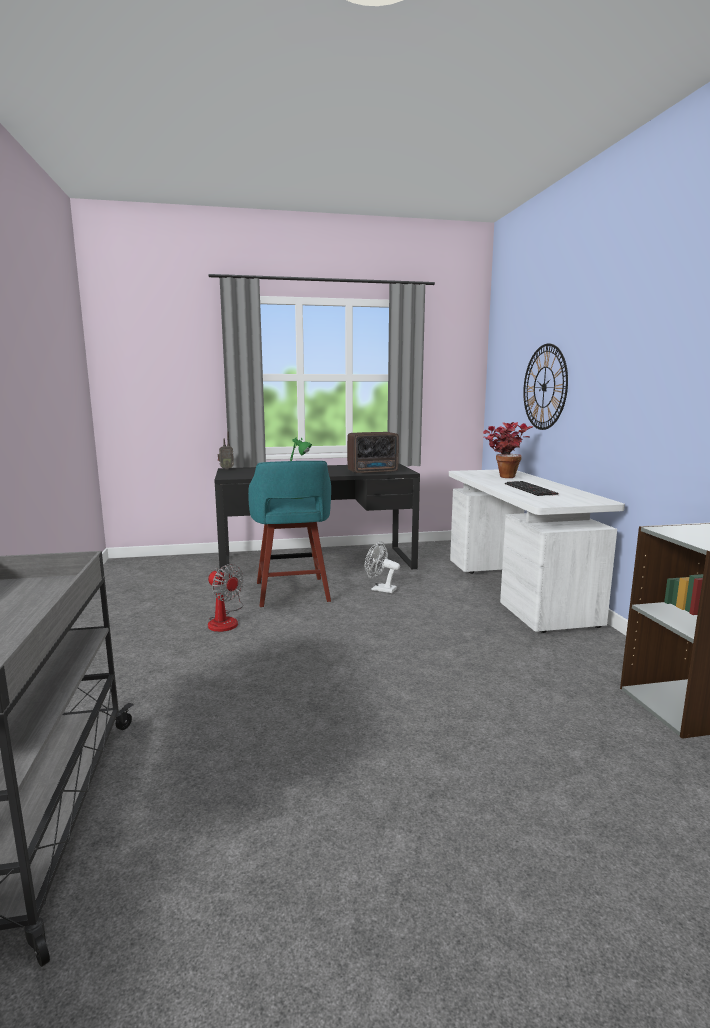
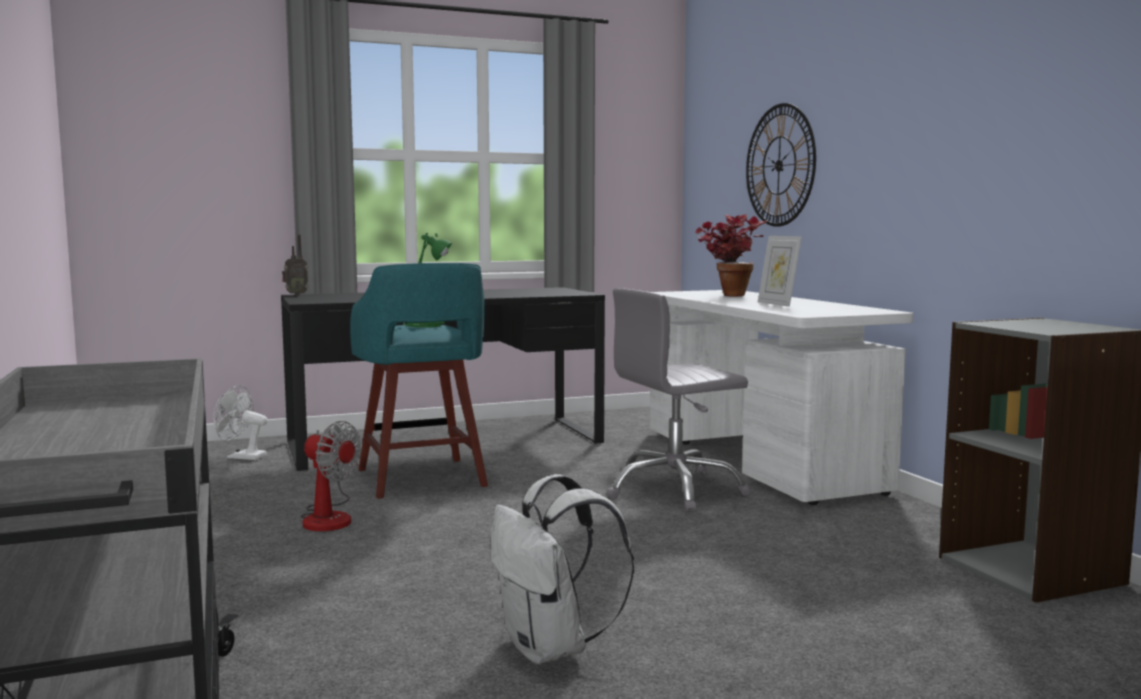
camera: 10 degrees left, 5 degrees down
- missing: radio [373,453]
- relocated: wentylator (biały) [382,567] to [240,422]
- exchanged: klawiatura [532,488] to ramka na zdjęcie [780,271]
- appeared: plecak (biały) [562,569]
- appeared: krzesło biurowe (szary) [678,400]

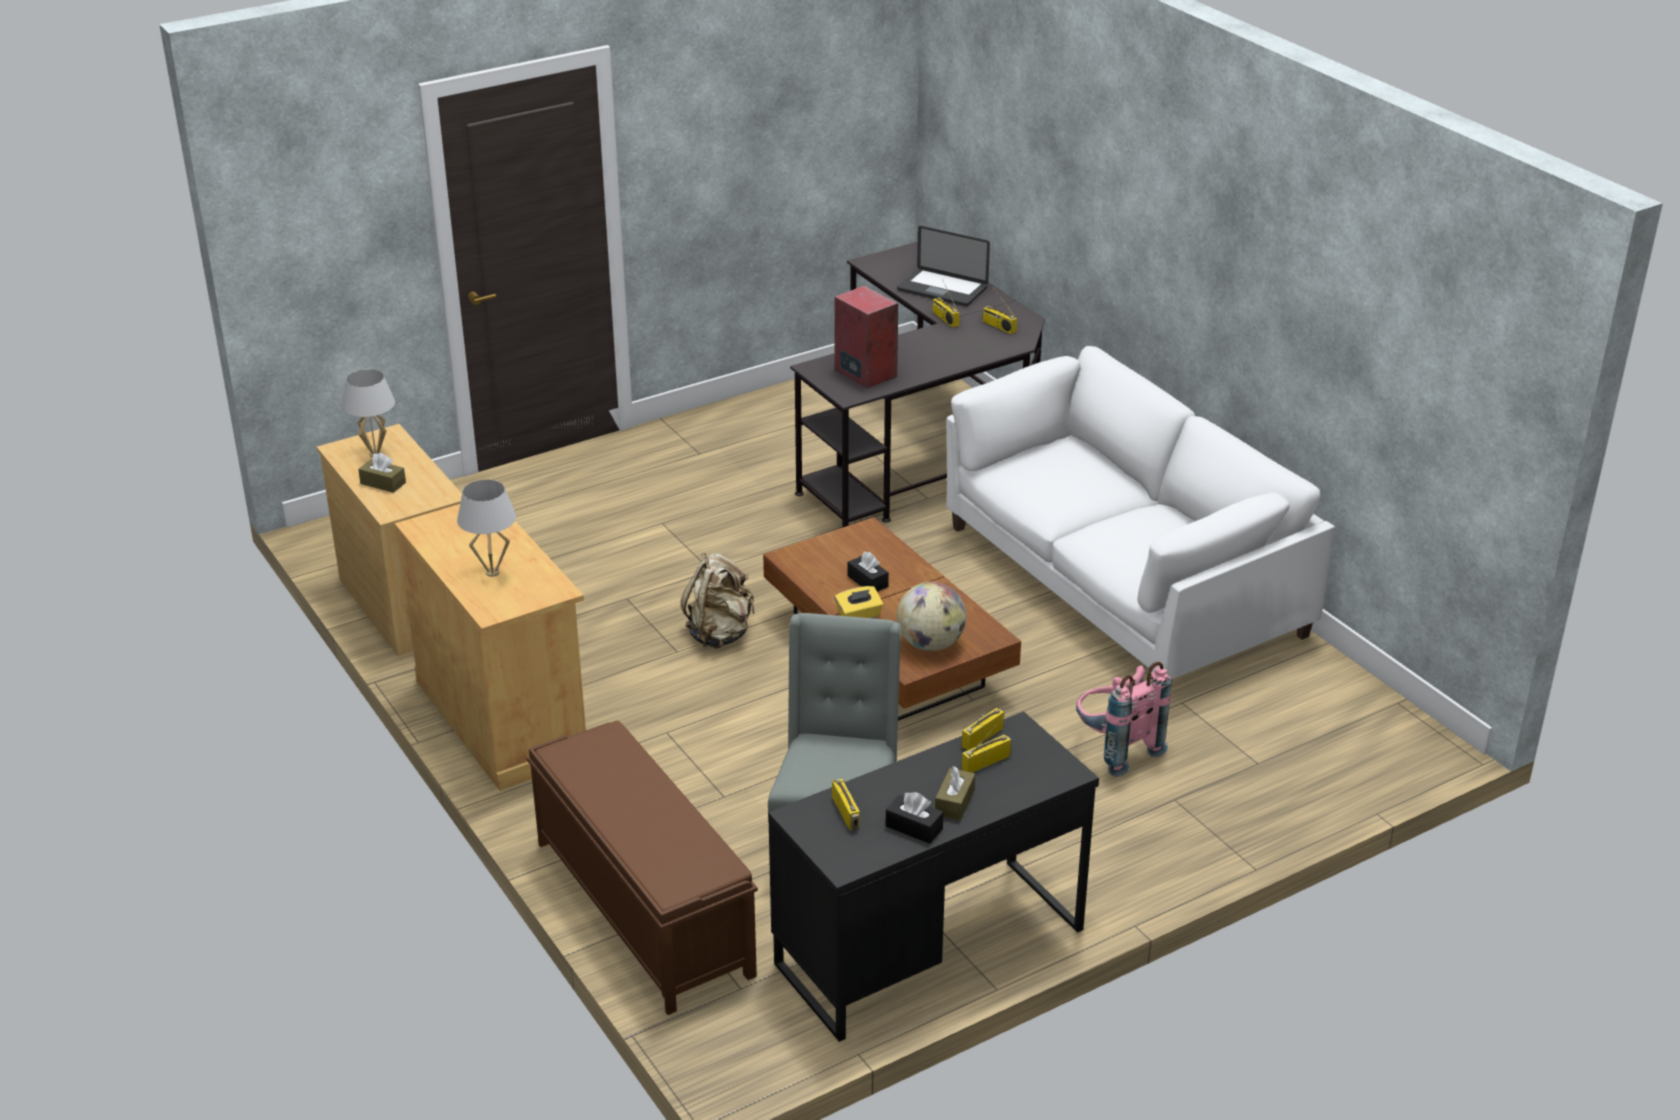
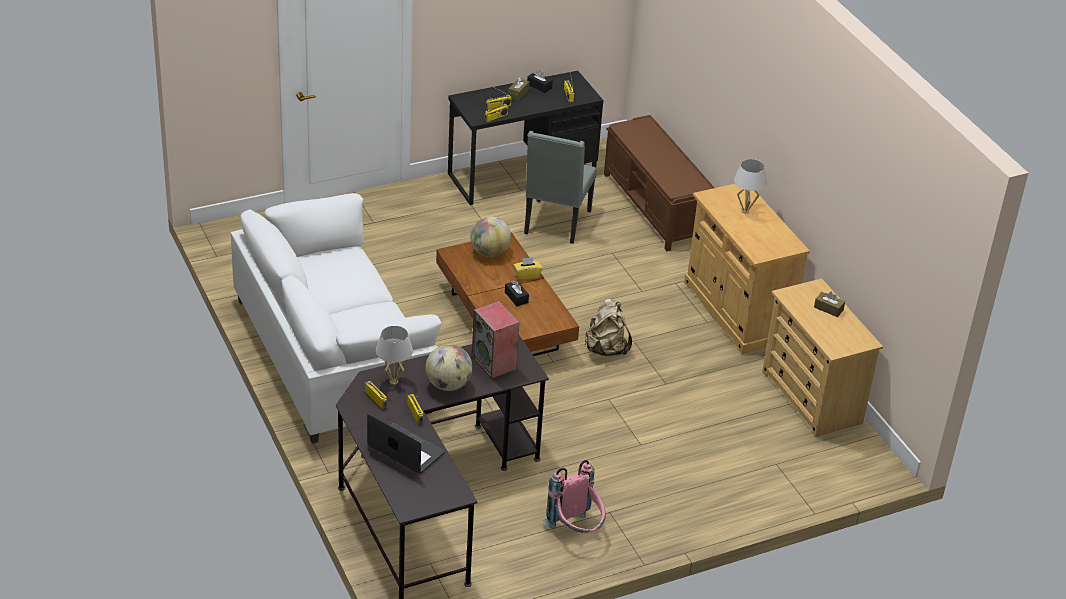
camera: 175 degrees left, 5 degrees up
- relocated: lampa stołowa (biały) [368,413] to [394,355]
- relocated: plecak (różowy) [1124,719] to [574,496]
- appeared: globus [449,367]

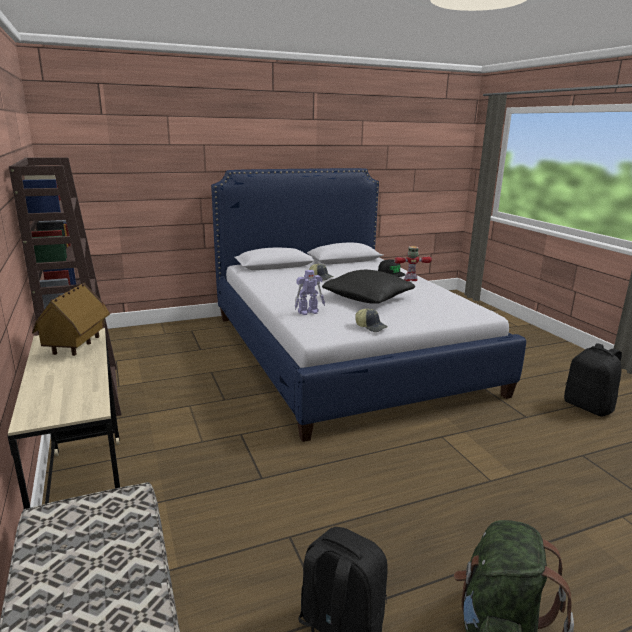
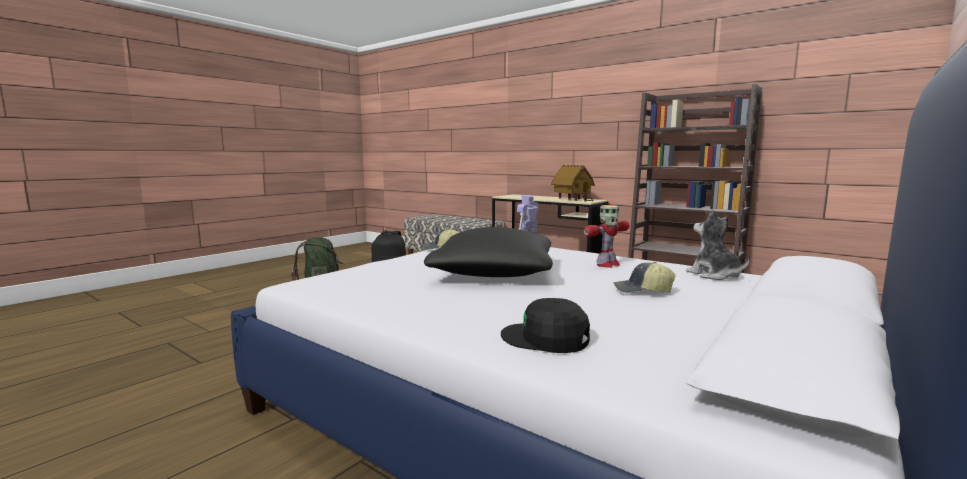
camera: 150 degrees right, 10 degrees down
- relocated: robot zabawkowy [413,263] to [606,236]
- missing: plecak (czarny) [593,379]
- appeared: pluszak [718,244]

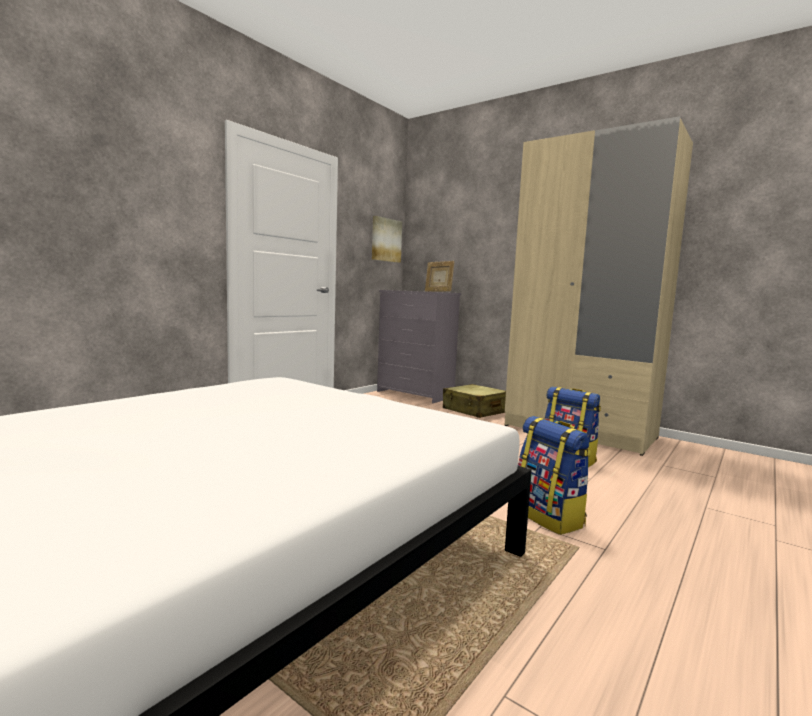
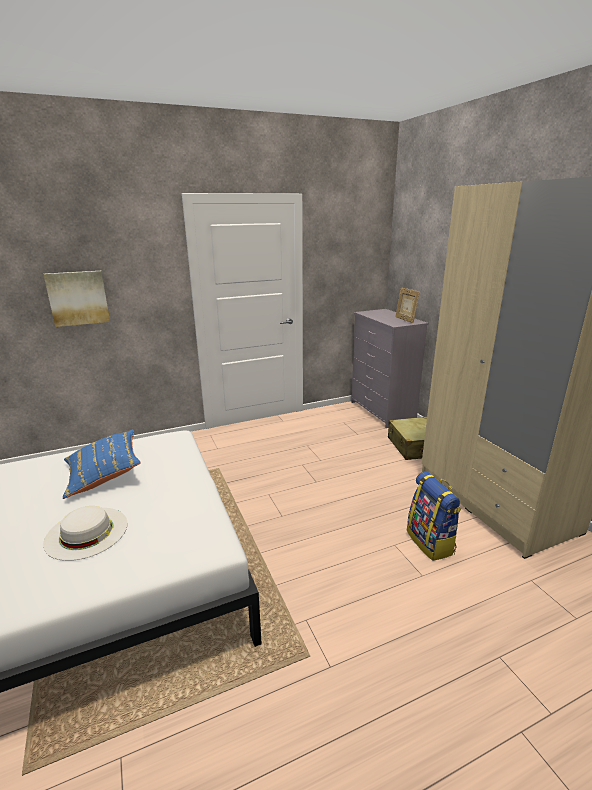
camera: 30 degrees right, 15 degrees up
- relocated: obraz [387,239] to [76,299]
- missing: plecak [554,475]
- appeared: kapelusz (biały) [85,533]
- appeared: poduszka (niebieski) [102,464]

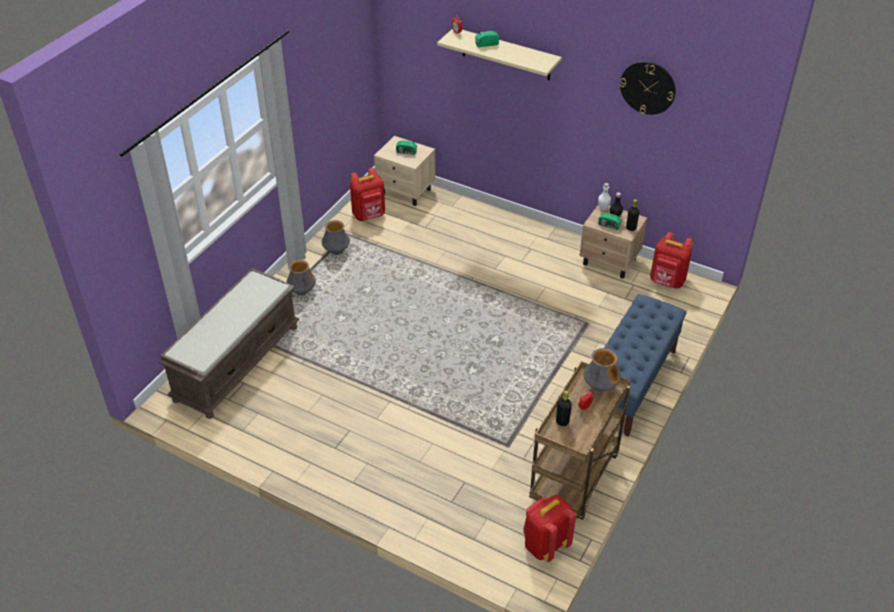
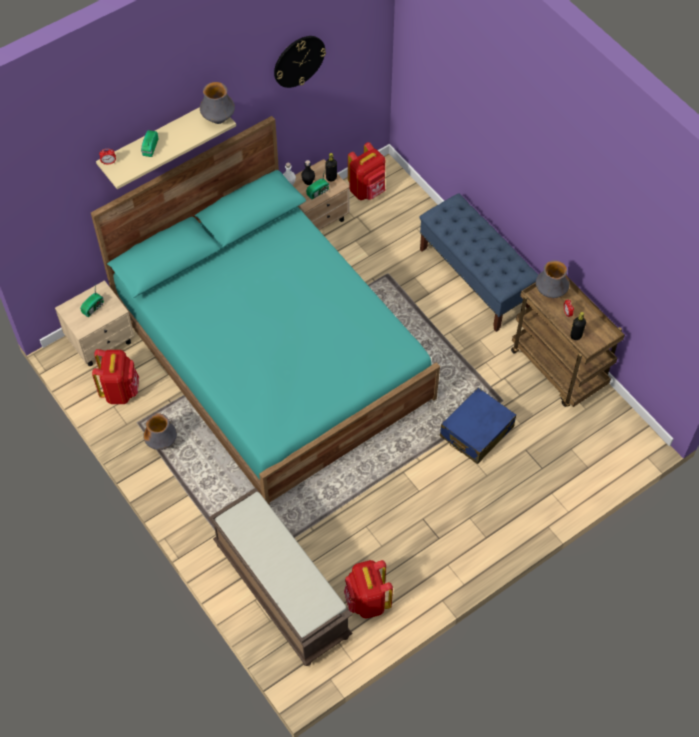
camera: 65 degrees left, 15 degrees up
- relocated: wazon [301,278] to [217,103]
- relocated: plecak (czerwony) [549,528] to [368,589]
- appeared: łóżko (turkusowy) [265,311]
- appeared: walizka (niebieski) [478,426]

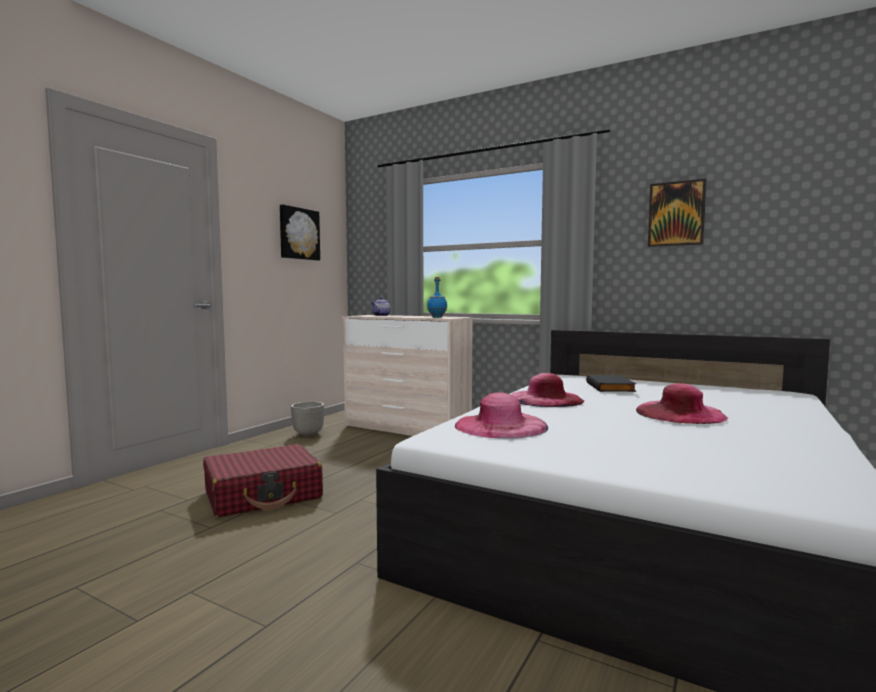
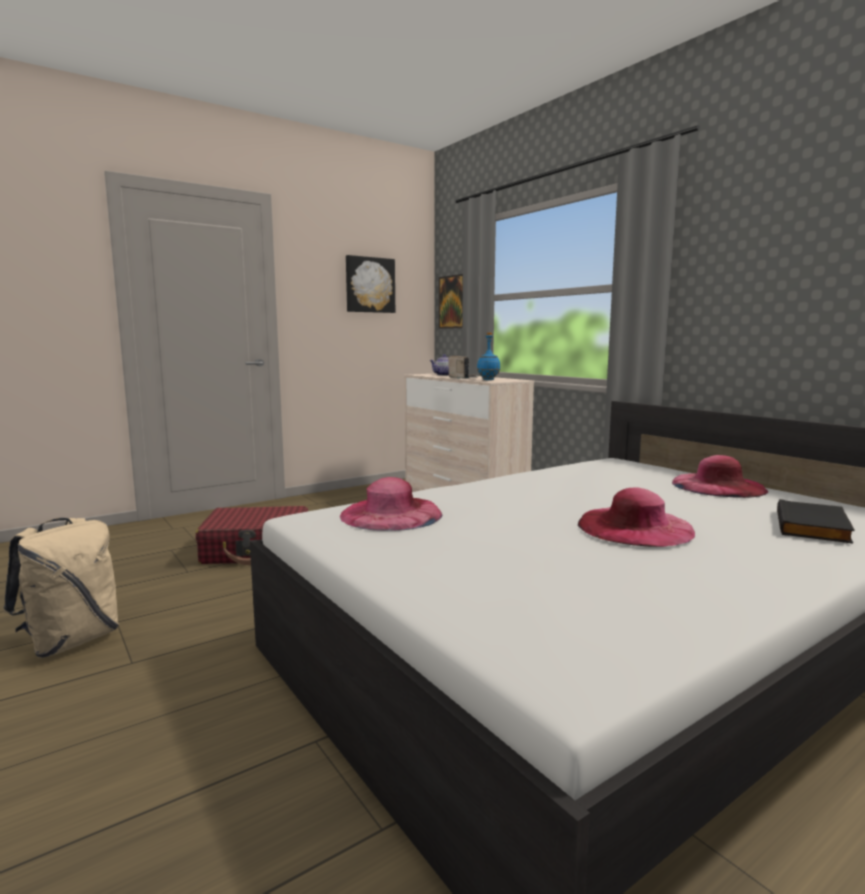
camera: 25 degrees right, 5 degrees up
- missing: donica [307,419]
- relocated: kapelusz (różowy) [547,390] to [720,476]
- relocated: książka (czarny) [611,383] to [816,521]
- relocated: obraz [677,213] to [451,301]
- appeared: plecak (beżowy) [61,588]
- appeared: radio [463,367]

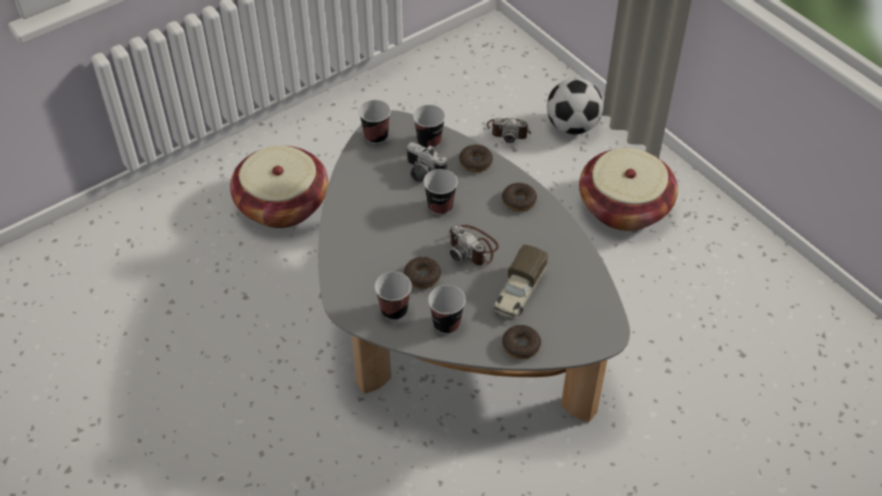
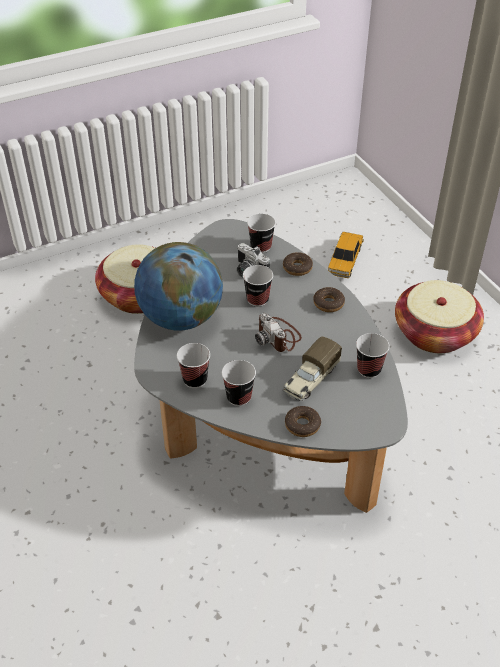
camera: 10 degrees right, 5 degrees down
- relocated: filiżanka [375,122] to [372,355]
- missing: donut [422,273]
- exchanged: aparat fotograficzny [509,130] to samochodzik [346,255]
- missing: piłka futbolowa [575,106]
- appeared: globus [178,286]

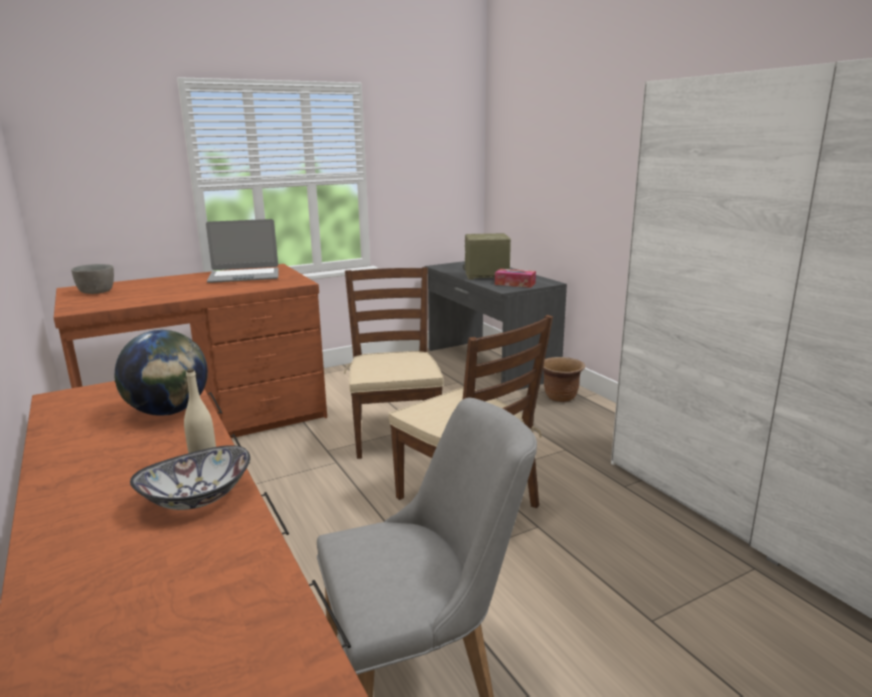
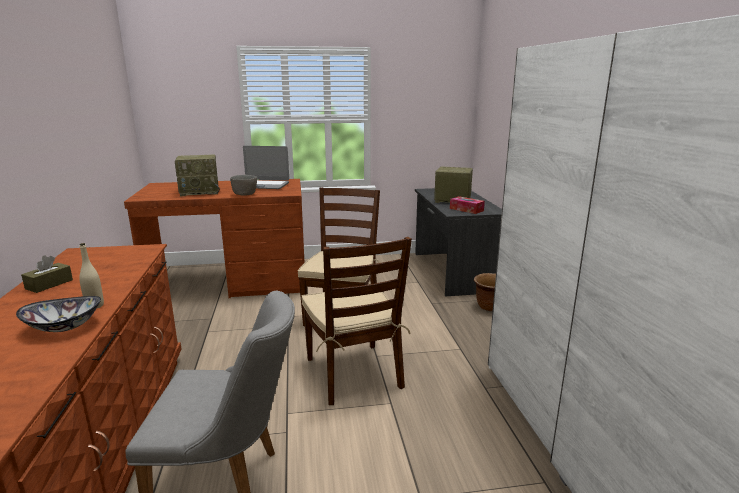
camera: 20 degrees right, 0 degrees up
- relocated: miska (szary) [92,279] to [243,185]
- missing: globus [161,373]
- appeared: pudełko chusteczek (brązowy) [47,274]
- appeared: radio [197,175]

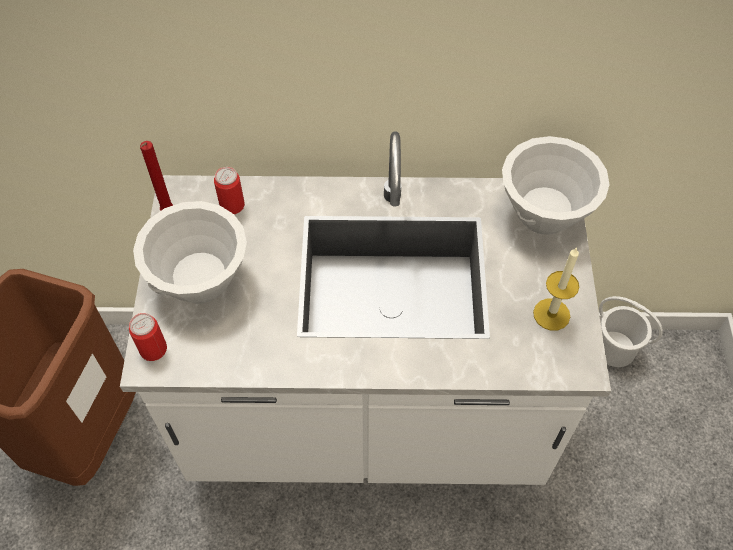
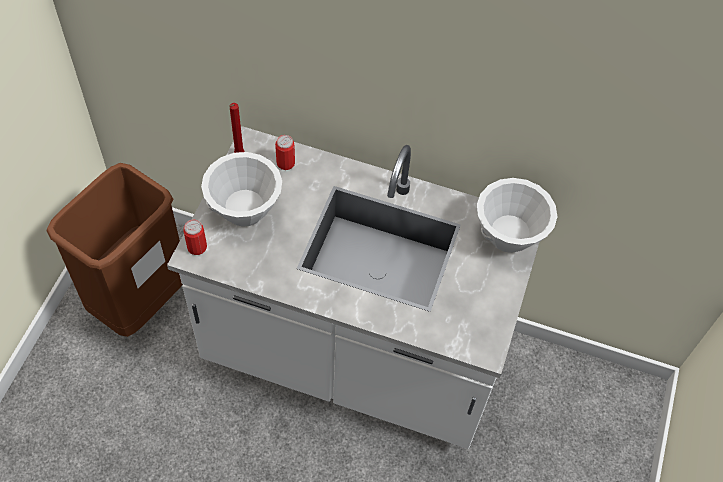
camera: 15 degrees right, 0 degrees up
- missing: świeca [556,289]
- missing: wiadro (biały) [631,331]

